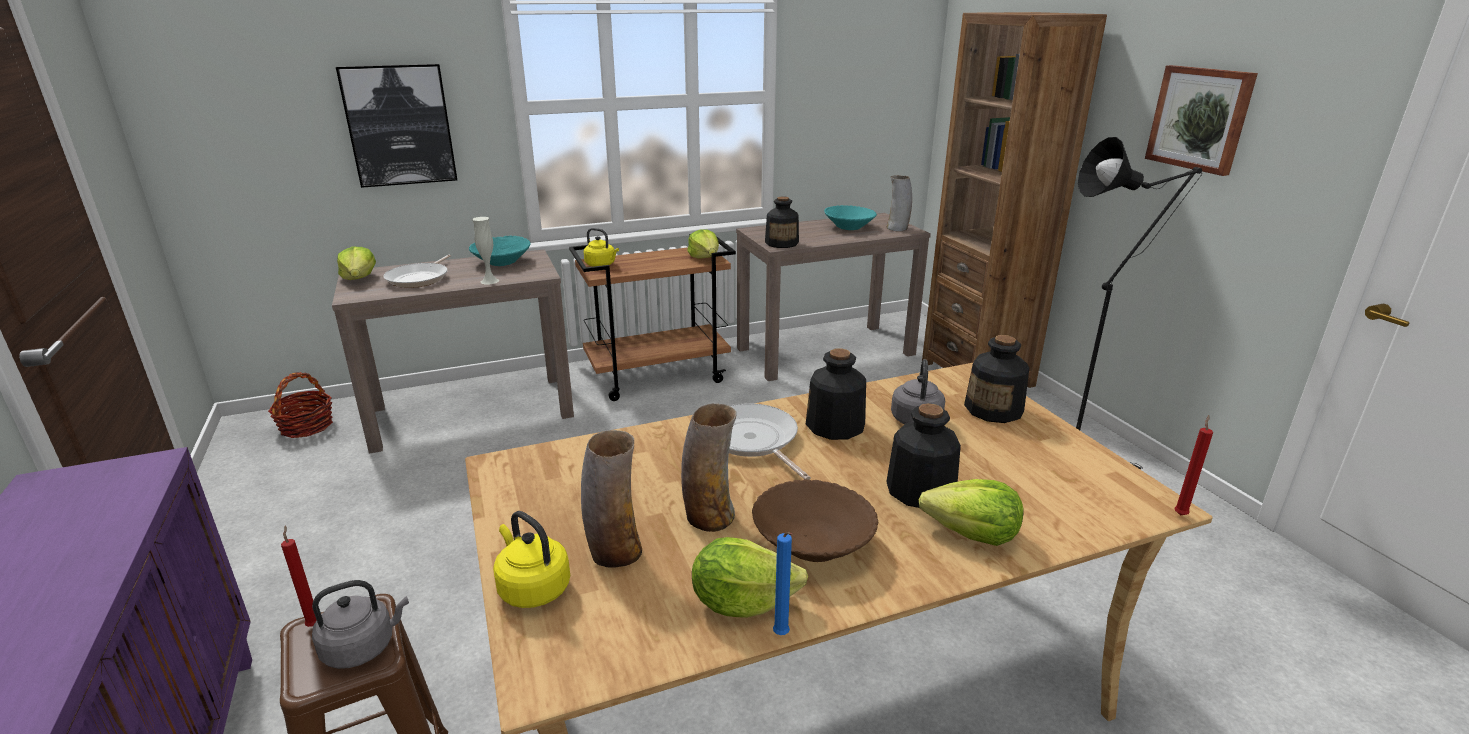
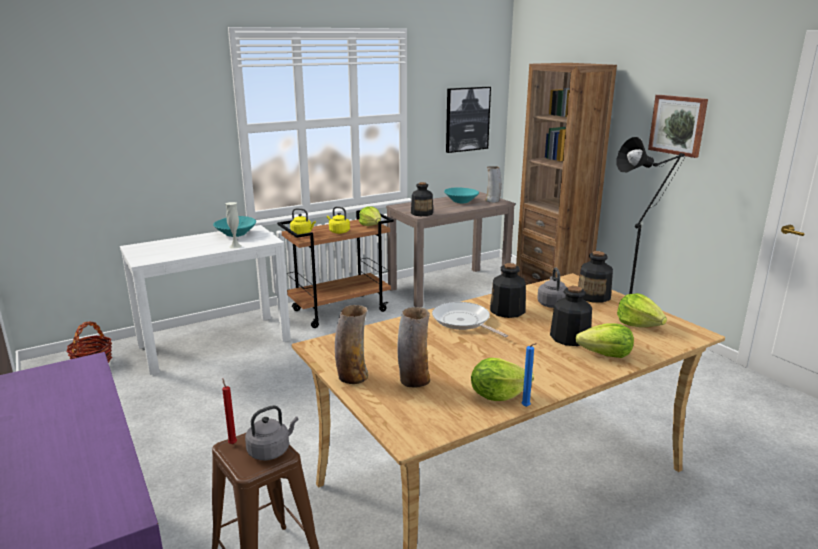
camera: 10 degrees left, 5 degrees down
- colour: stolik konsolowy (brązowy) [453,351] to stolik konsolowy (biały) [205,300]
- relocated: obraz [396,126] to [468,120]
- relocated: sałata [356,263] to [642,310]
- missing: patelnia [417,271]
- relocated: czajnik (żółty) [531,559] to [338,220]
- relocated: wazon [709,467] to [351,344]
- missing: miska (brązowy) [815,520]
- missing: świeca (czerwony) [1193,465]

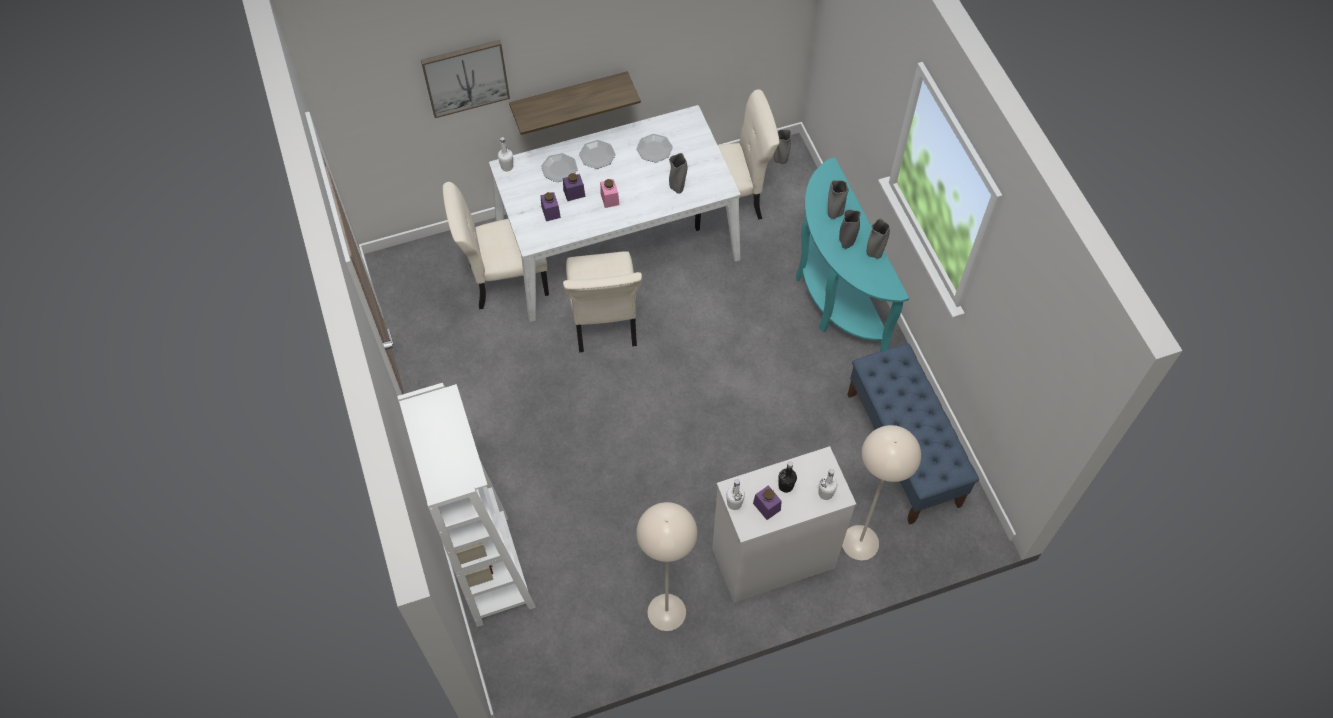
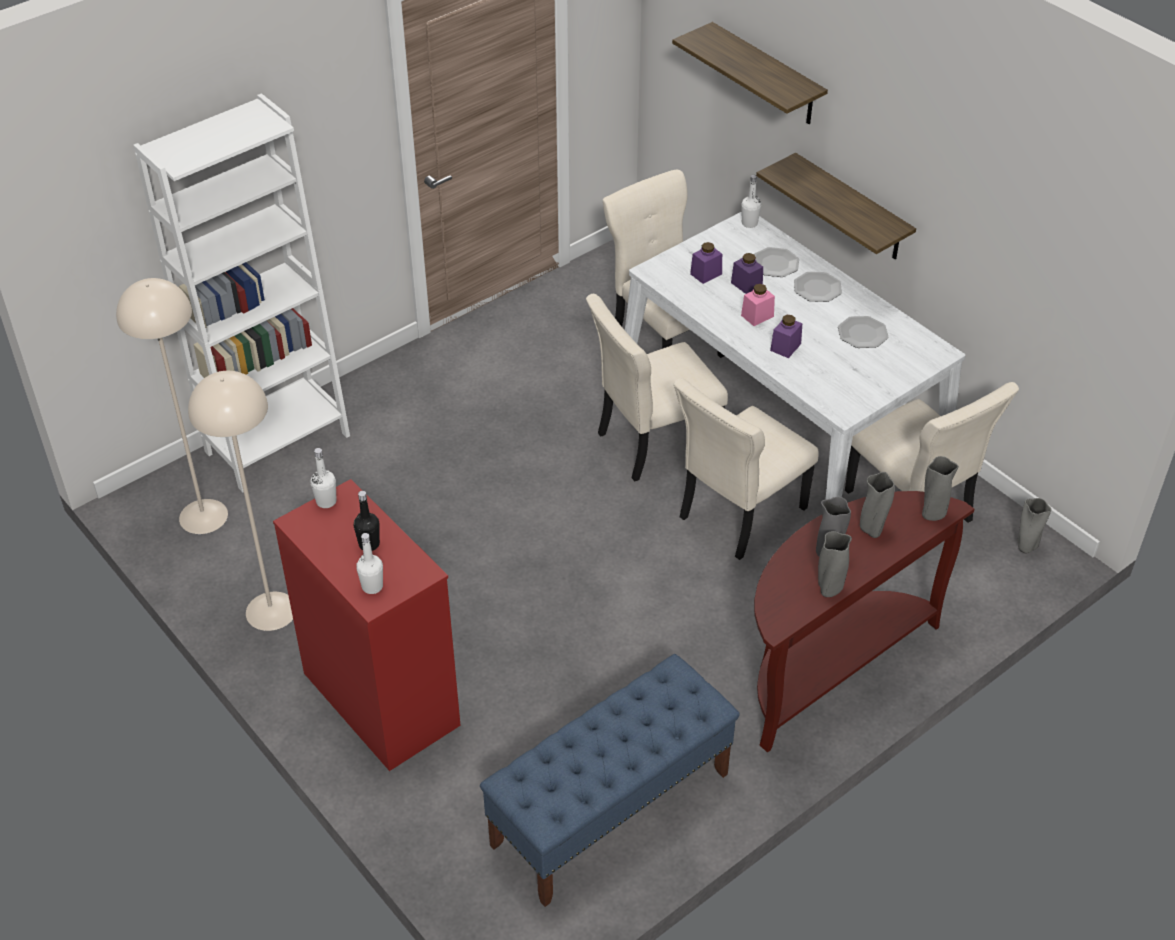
camera: 70 degrees right, 15 degrees down
- exchanged: obraz [465,79] to półka [750,73]
- relocated: wazon (szary) [678,173] to [940,488]
- colour: komoda (biały) [784,524] to komoda (czerwony) [367,625]
- relocated: słoik (fioletowy) [767,502] to [786,336]
- colour: stolik konsolowy (turkusowy) [852,254] to stolik konsolowy (brązowy) [864,622]
- relocated: lampa stojąca (beżowy) [881,492] to [172,406]
- appeared: krzesło (beżowy) [746,469]

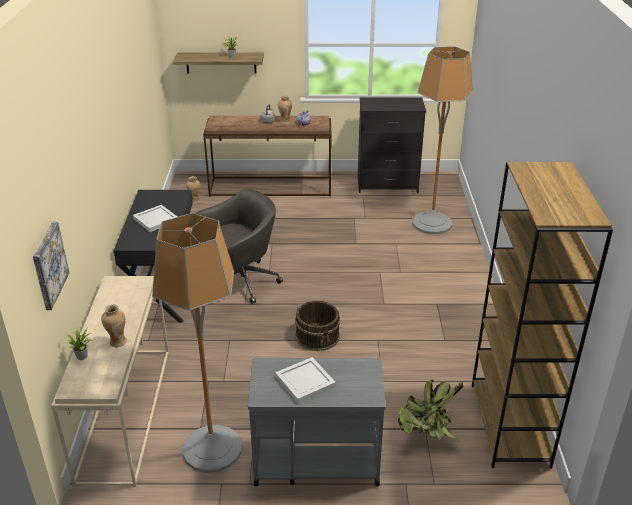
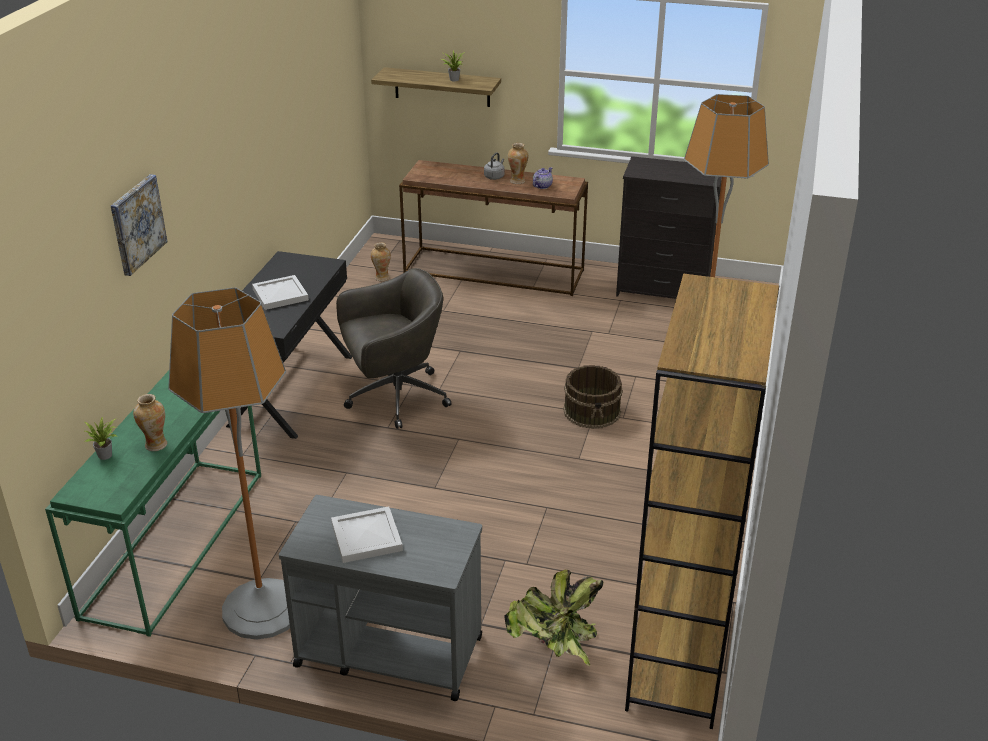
camera: 15 degrees right, 0 degrees up
- relocated: obraz [51,266] to [139,225]
- colour: stolik konsolowy (beżowy) [110,381] to stolik konsolowy (zielony) [153,504]
- relocated: wiadro (brązowy) [317,326] to [593,397]

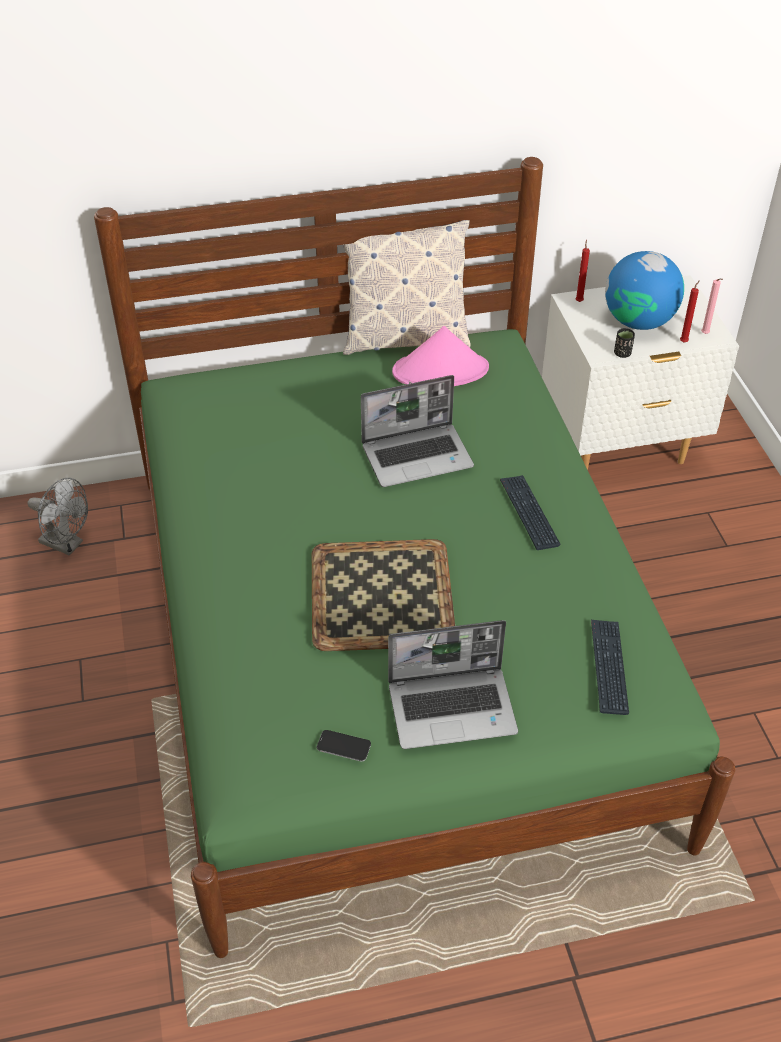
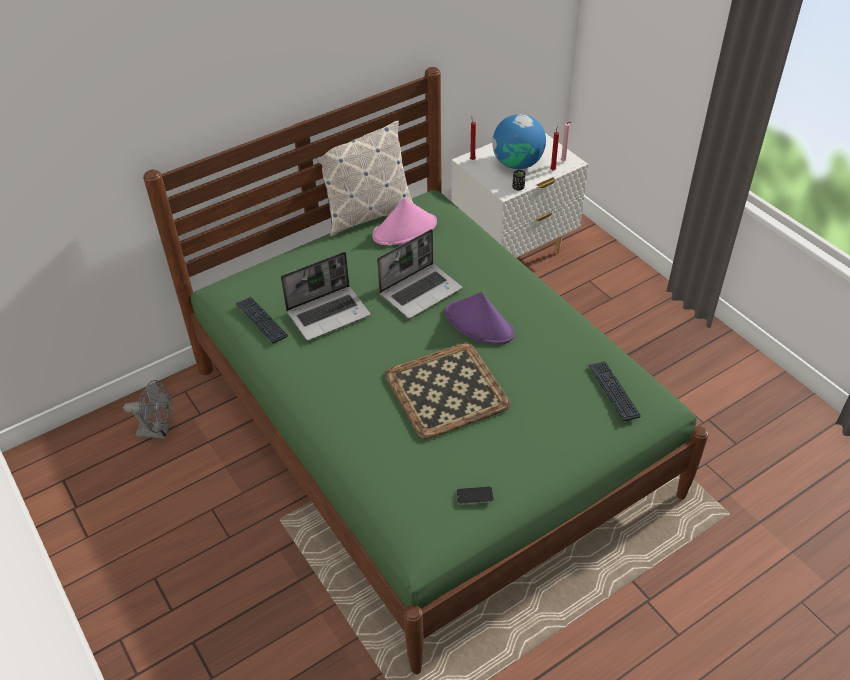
camera: 20 degrees left, 0 degrees up
- relocated: laptop [453,684] to [326,296]
- relocated: klawiatura [530,512] to [262,320]
- appeared: kapelusz (fioletowy) [479,318]

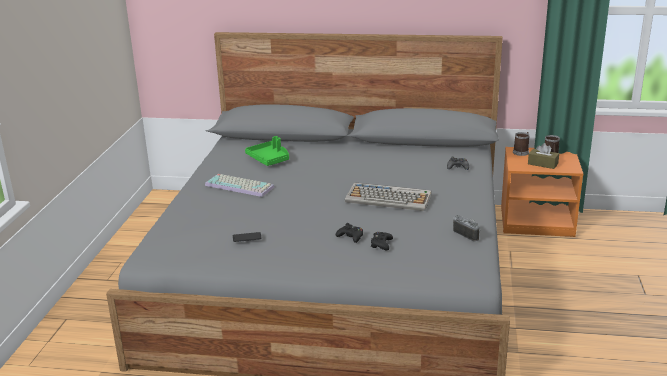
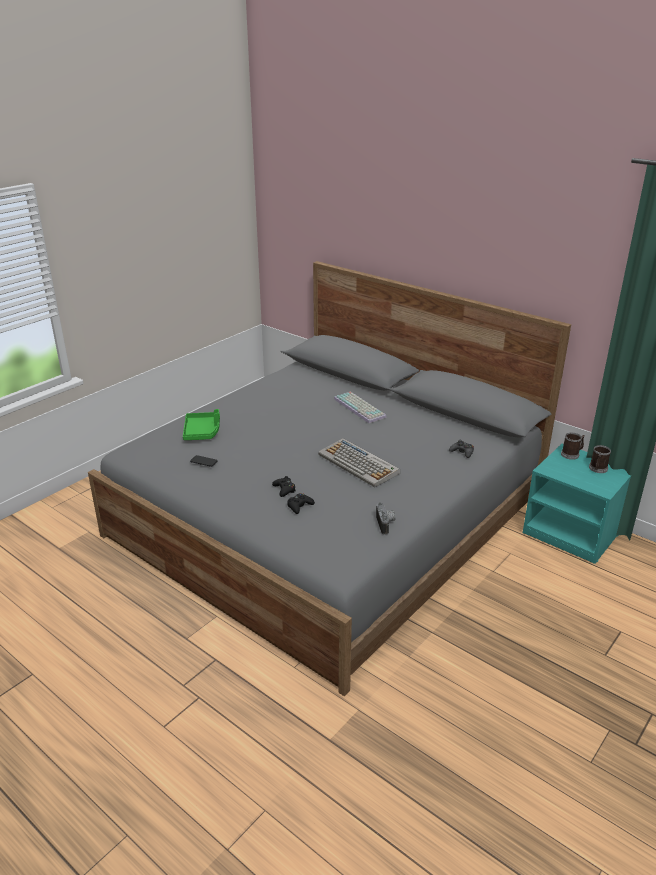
camera: 30 degrees right, 5 degrees up
- relocated: klawiatura [239,185] to [360,407]
- relocated: taca (zielony) [267,151] to [201,424]
- colour: szafka nocna (pomarańczowy) [542,192] to szafka nocna (turkusowy) [577,504]
- missing: pudełko chusteczek (brązowy) [543,156]

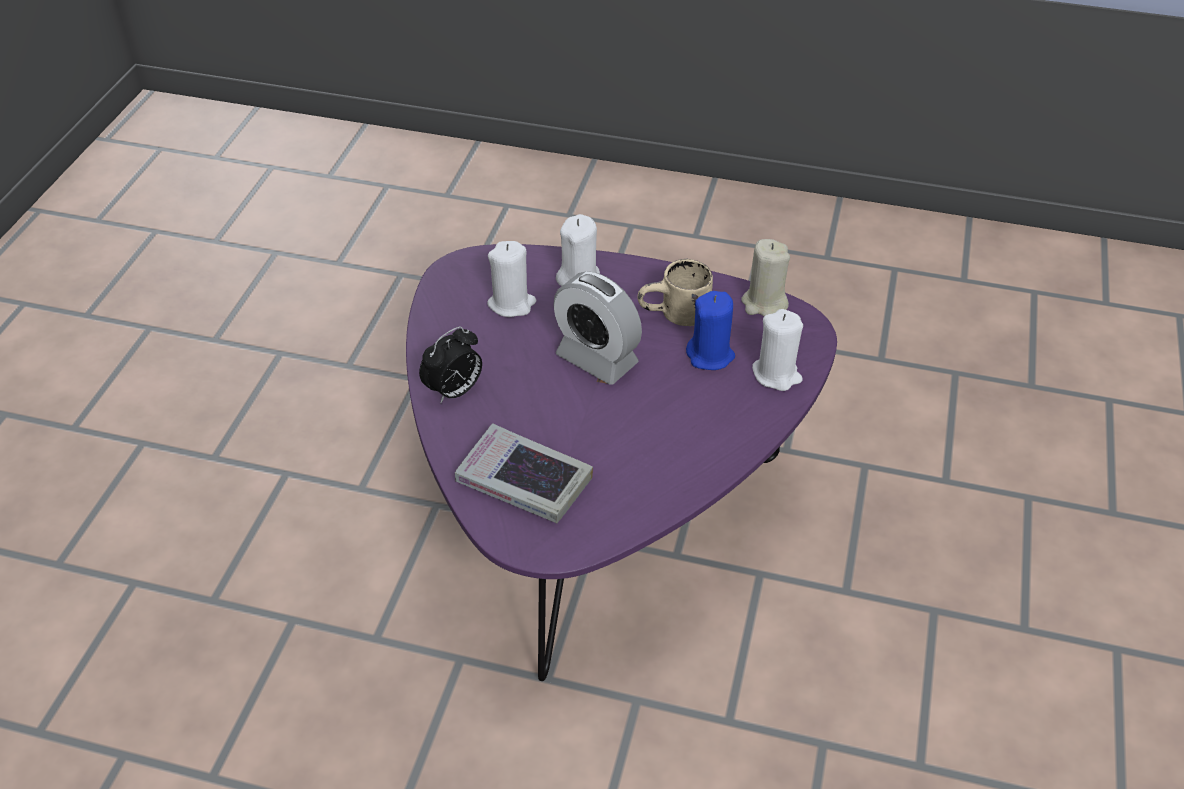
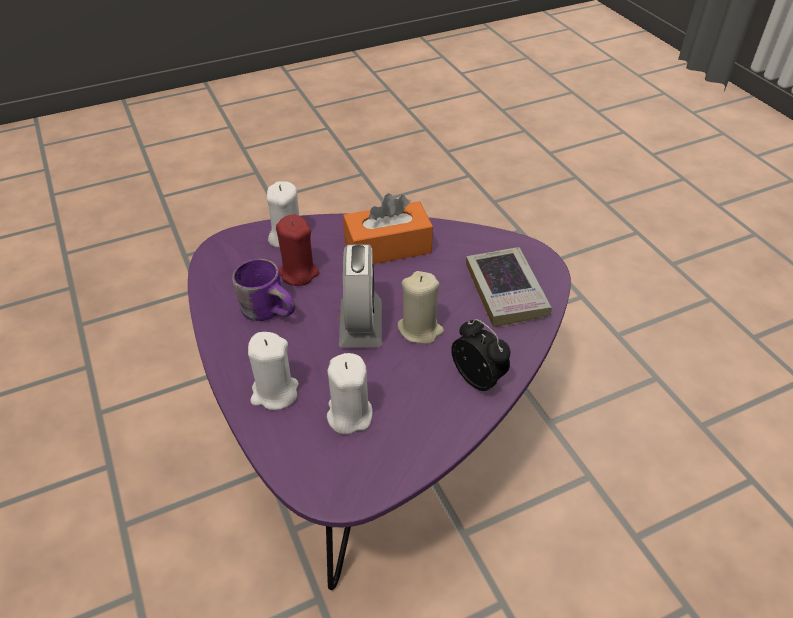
camera: 130 degrees left, 0 degrees up
- spun: budzik [450,364] = [481,355] 45 degrees clockwise
- colour: kubek (beżowy) [675,292] to kubek (fioletowy) [263,289]
- colour: świeca (niebieski) [710,330] to świeca (czerwony) [297,250]
- relocated: świeca (beżowy) [765,277] to [420,307]
- appeared: pudełko chusteczek (pomarańczowy) [388,228]

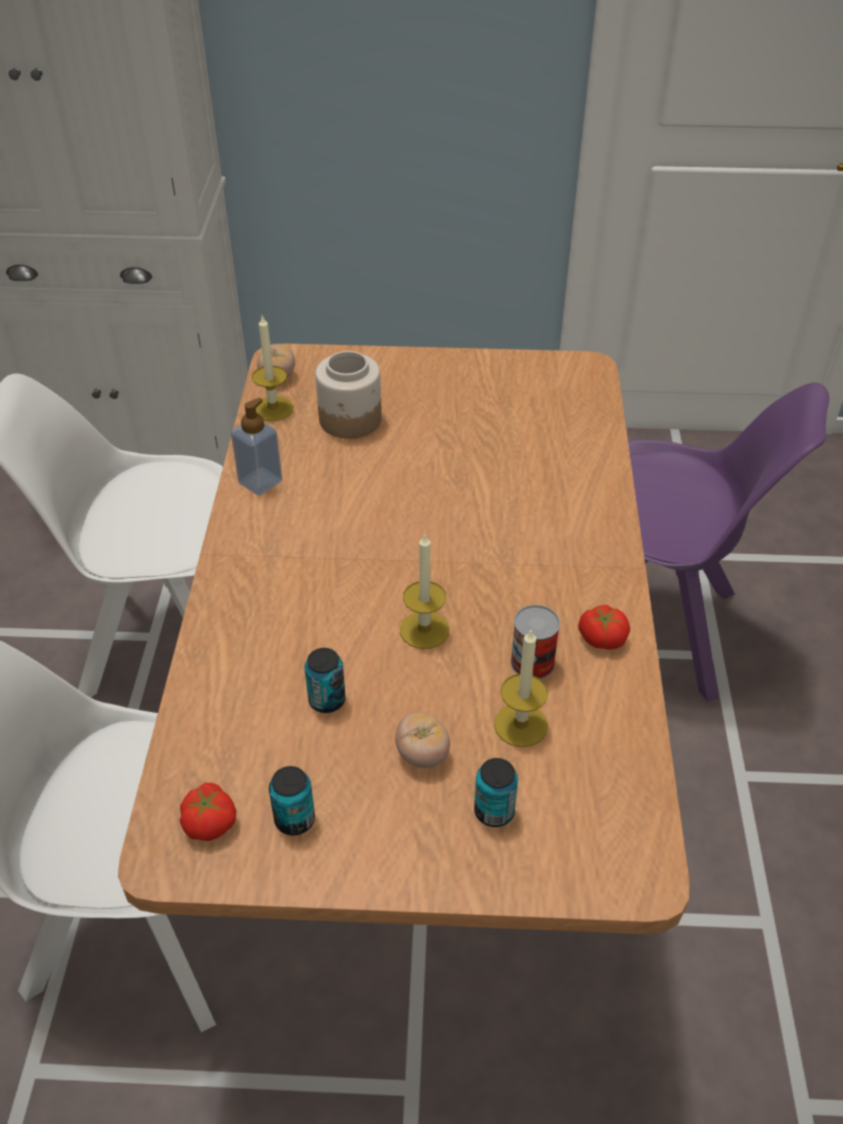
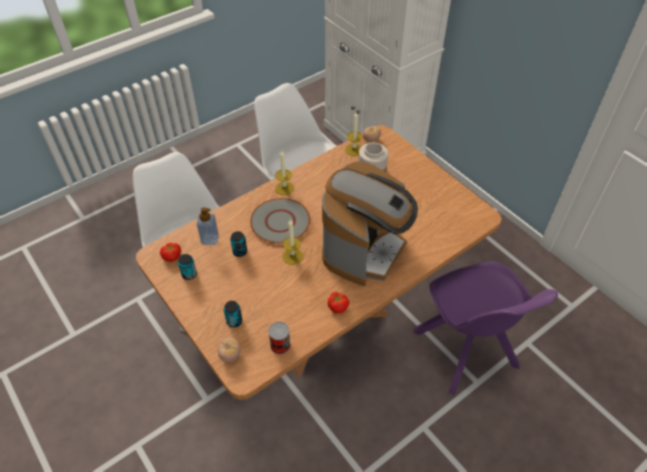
camera: 50 degrees right, 5 degrees up
- relocated: dozownik mydła [256,447] to [208,226]
- relocated: pomidor [422,740] to [229,350]
- relocated: świeca [521,687] to [284,173]
- relocated: puszka [535,642] to [279,338]
- appeared: talerz (szary) [280,220]
- appeared: ekspres do kawy [370,223]

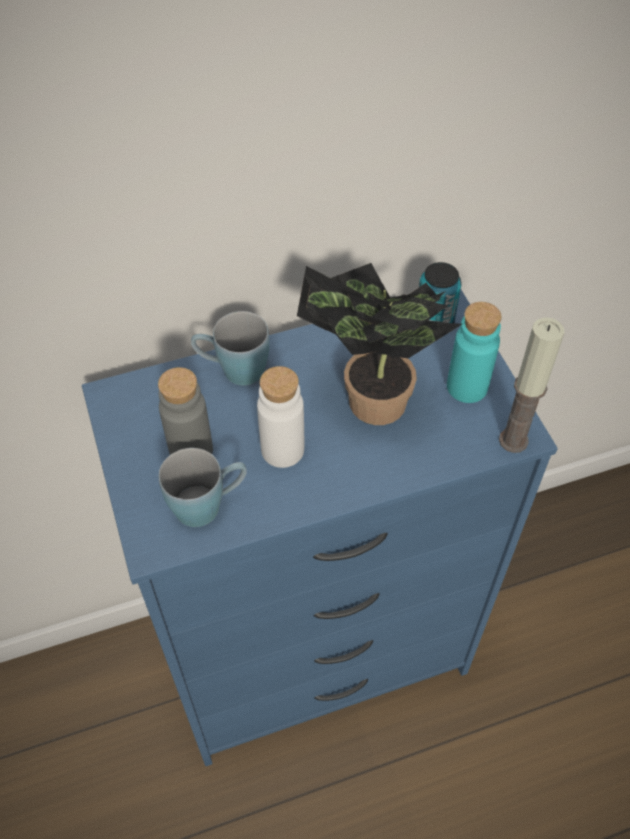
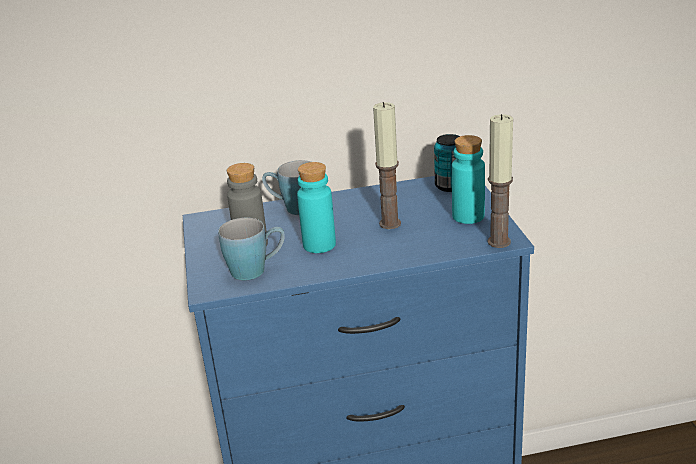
camera: 10 degrees right, 25 degrees down
- colour: butelka (biały) [280,417] to butelka (turkusowy) [316,207]
- exchanged: roślina doniczkowa [379,344] to świeca [387,165]

